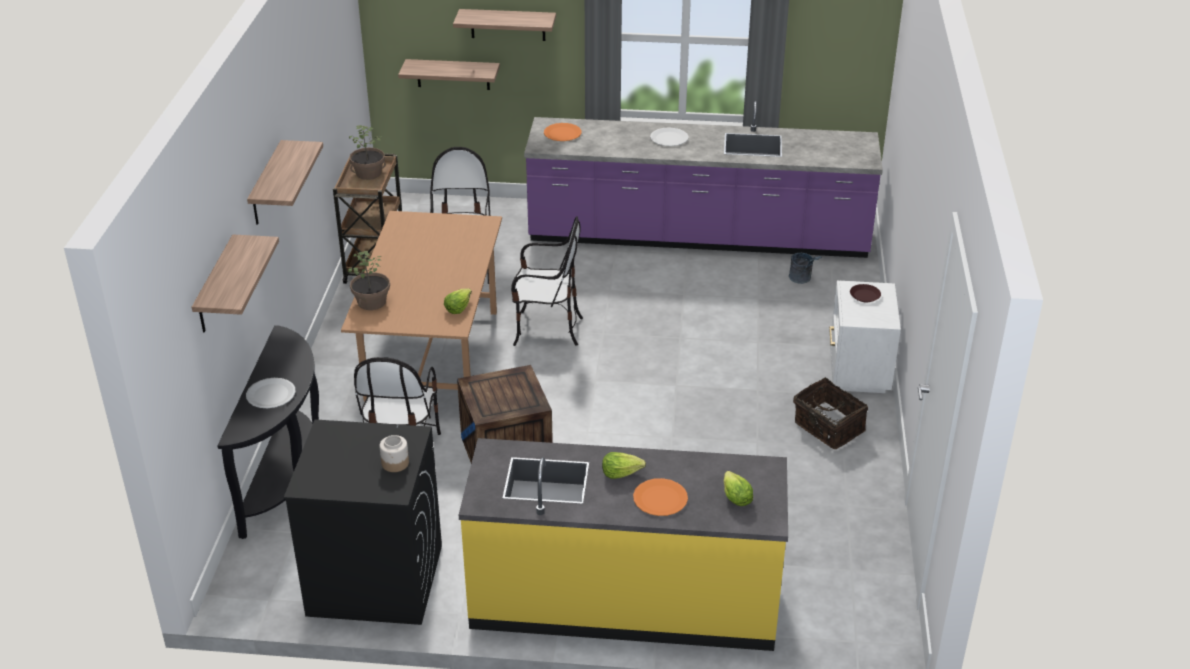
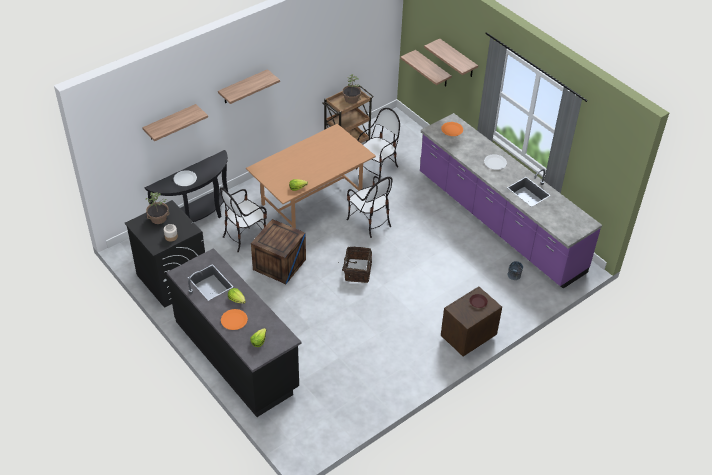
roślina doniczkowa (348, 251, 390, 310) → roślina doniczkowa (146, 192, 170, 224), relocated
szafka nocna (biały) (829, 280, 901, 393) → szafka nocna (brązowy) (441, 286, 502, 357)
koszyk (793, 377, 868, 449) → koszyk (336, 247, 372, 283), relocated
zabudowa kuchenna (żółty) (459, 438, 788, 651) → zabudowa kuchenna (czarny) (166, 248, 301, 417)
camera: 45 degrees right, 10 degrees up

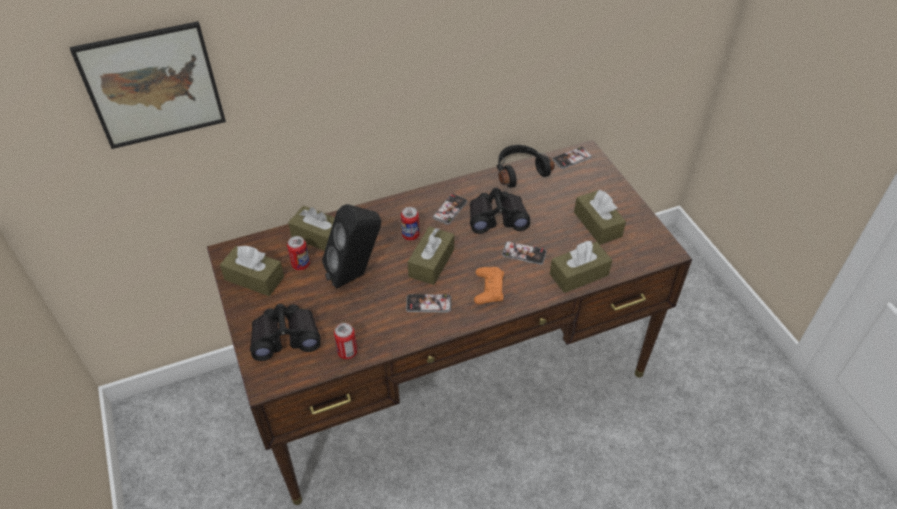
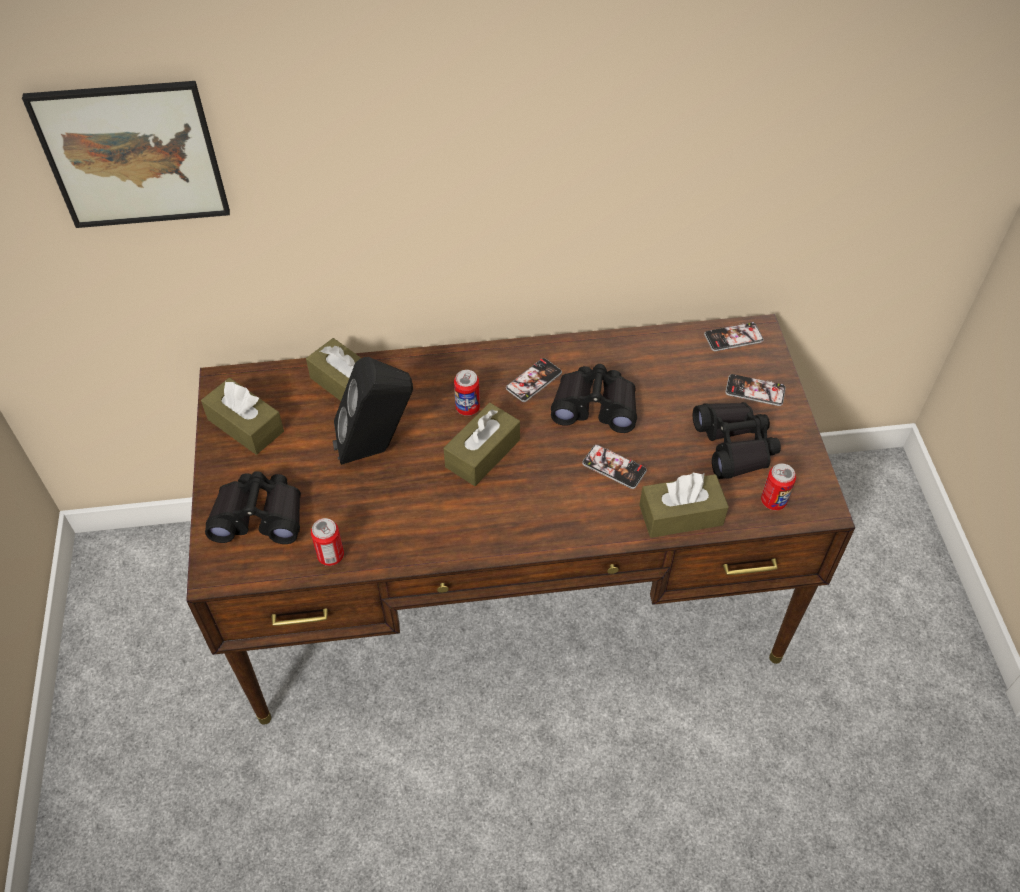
słuchawki (czarny) (496, 145, 554, 188) → -
pudełko chusteczek (brązowy) (574, 190, 626, 245) → lornetka (czarny) (693, 402, 781, 479)
puszka (287, 236, 310, 270) → puszka (761, 464, 796, 510), relocated
pad do gier (pomarańczowy) (474, 267, 504, 304) → -
telefon (406, 294, 451, 312) → telefon (725, 374, 786, 406), relocated
camera: 15 degrees right, 5 degrees up

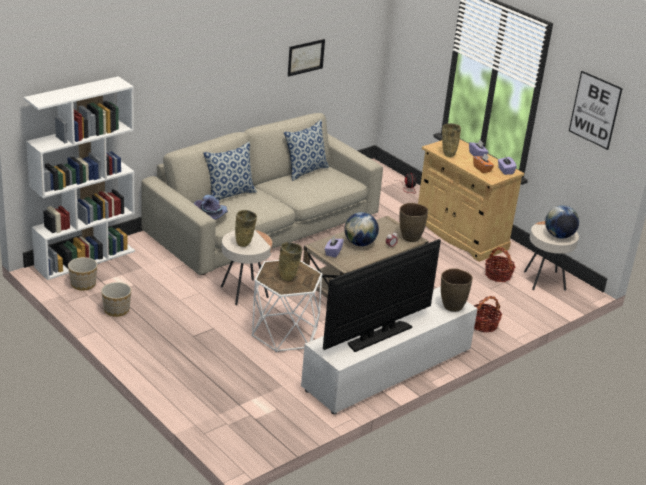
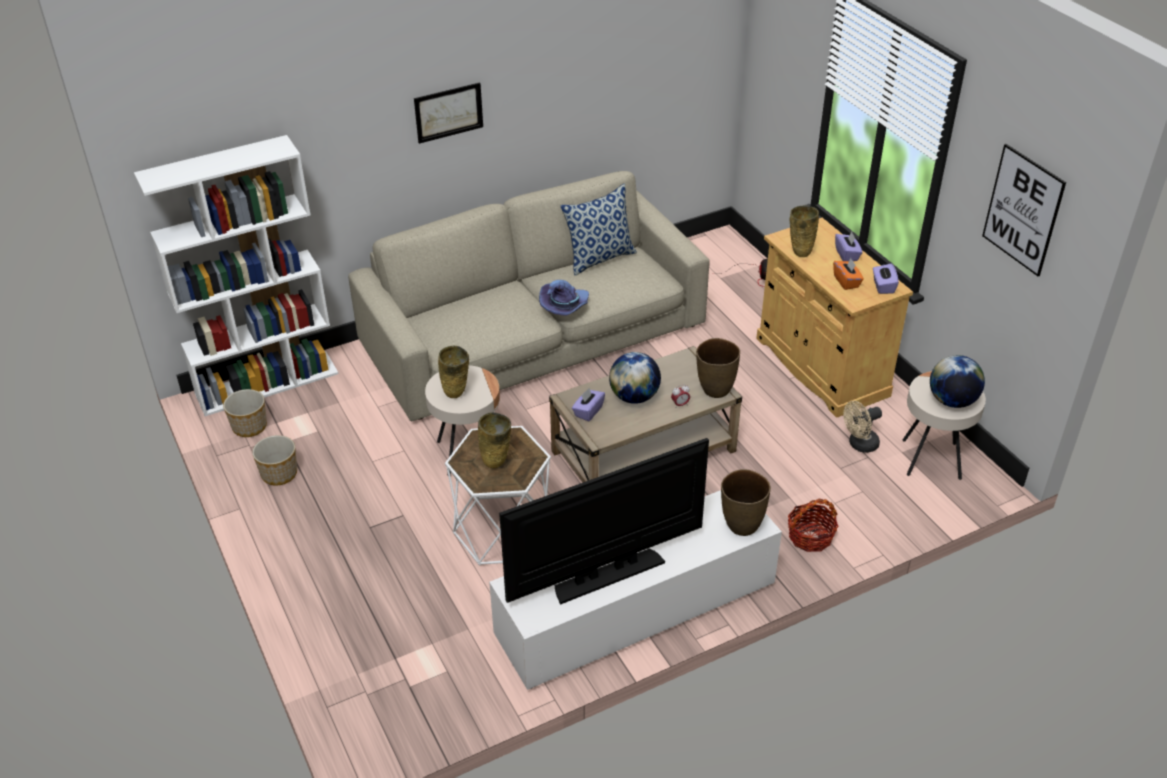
obraz (288, 39, 325, 77) → obraz (414, 82, 483, 144), relocated
poduszka (203, 142, 257, 201) → -
kapelusz (fioletowy) (194, 195, 228, 220) → kapelusz (fioletowy) (539, 280, 589, 316), relocated
koszyk (485, 247, 515, 282) → wentylator (beżowy) (843, 401, 882, 453)
camera: 15 degrees right, 10 degrees up

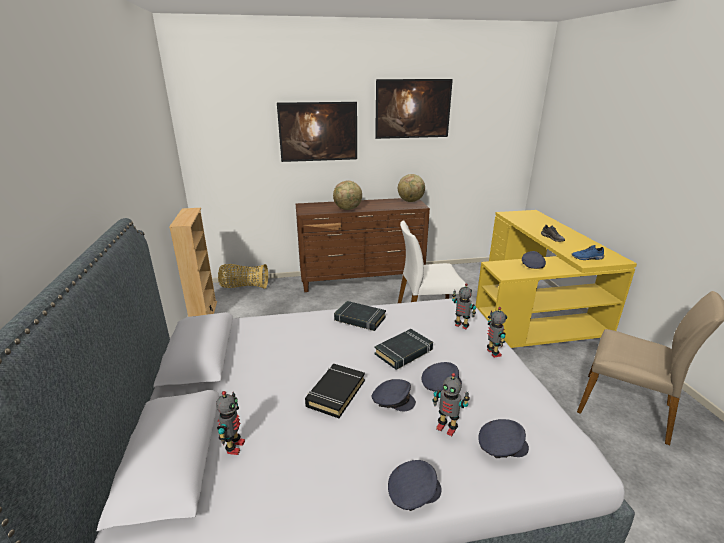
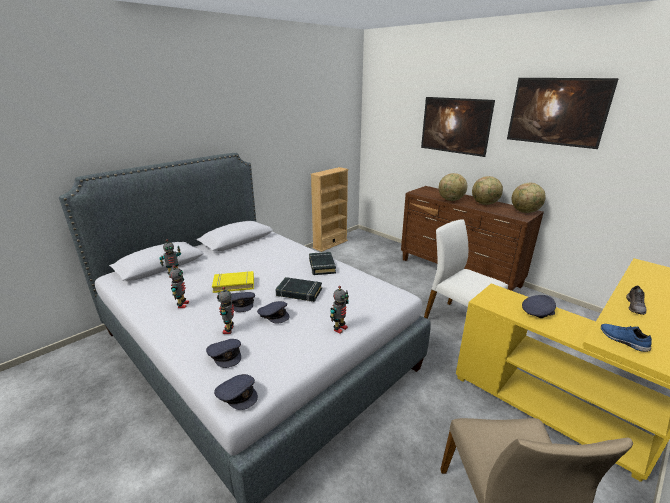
koszyk (218, 264, 268, 289) → -
robot zabawkowy (452, 283, 476, 329) → robot zabawkowy (169, 265, 189, 308), relocated
książka (czarny) (305, 364, 365, 418) → książka (żółty) (212, 271, 254, 293)
czapka z daszkiem (szary) (388, 460, 441, 511) → czapka z daszkiem (szary) (214, 374, 258, 410), relocated
- → globus (472, 176, 503, 205)
camera: 55 degrees right, 0 degrees up

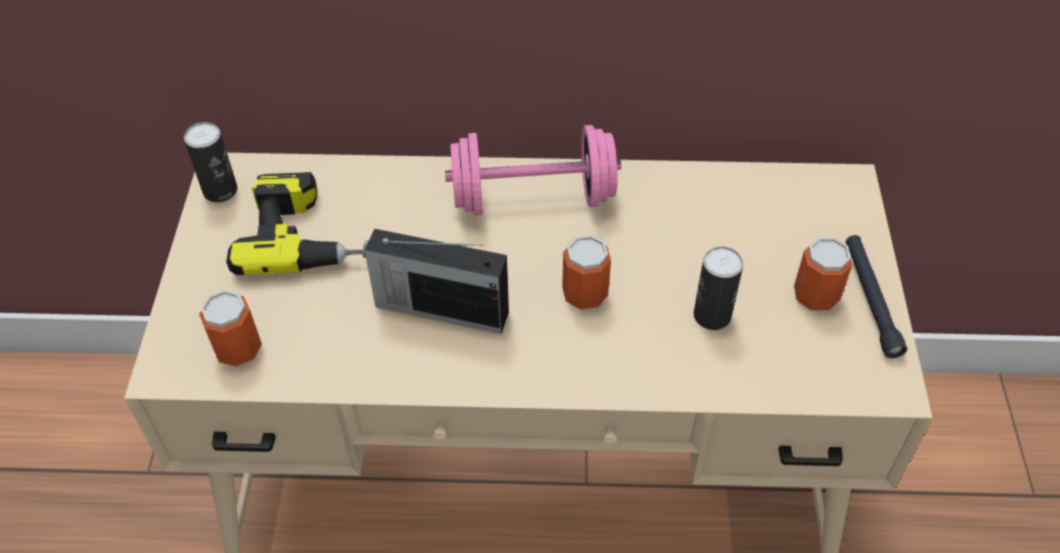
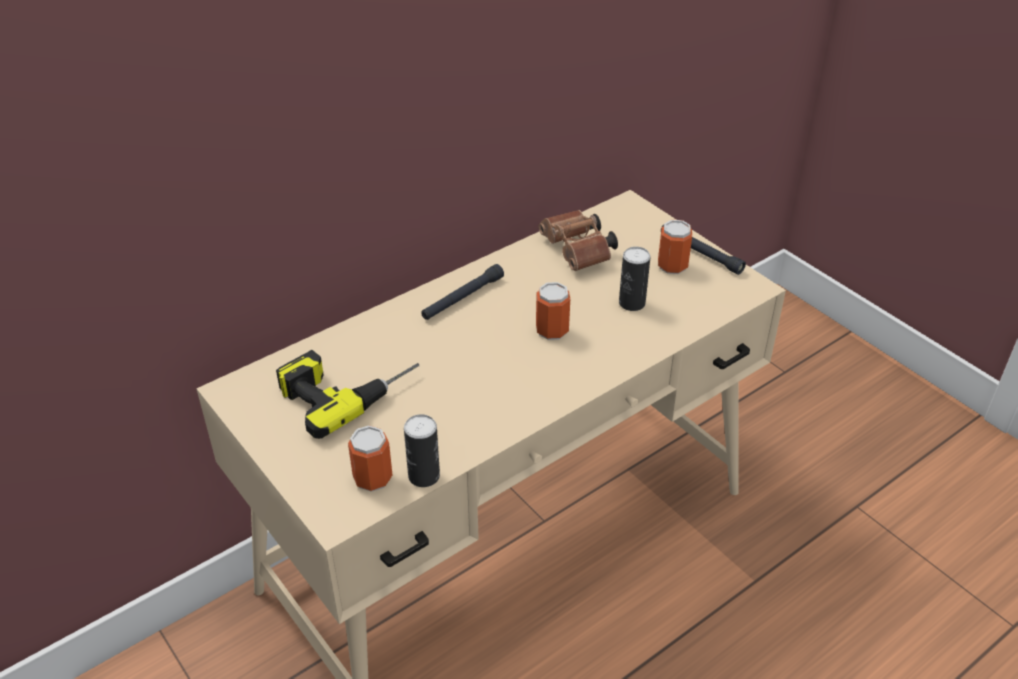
puszka (184, 122, 237, 202) → puszka (404, 414, 440, 487), relocated
hantel (różowy) (445, 125, 621, 215) → latarka (czarny) (421, 264, 504, 320)
radio (362, 229, 509, 334) → -
- → lornetka (brązowy) (539, 210, 618, 271)
camera: 40 degrees left, 10 degrees down

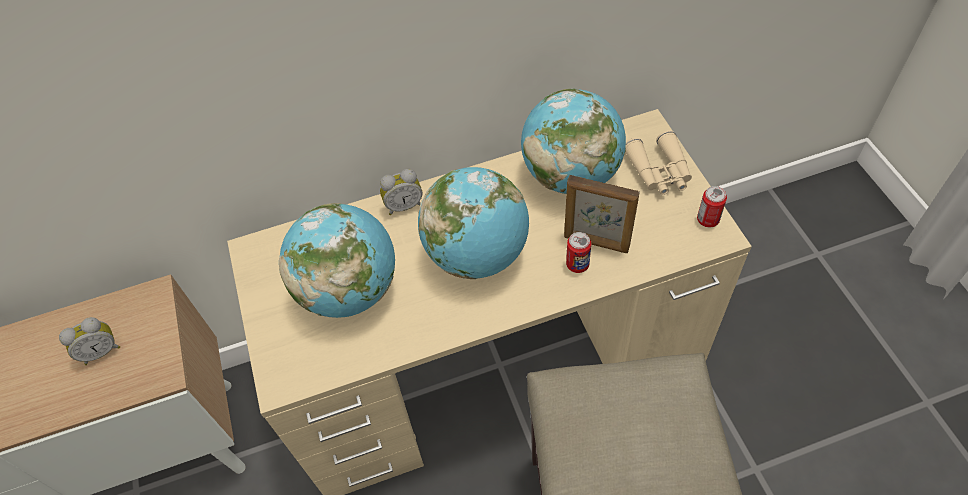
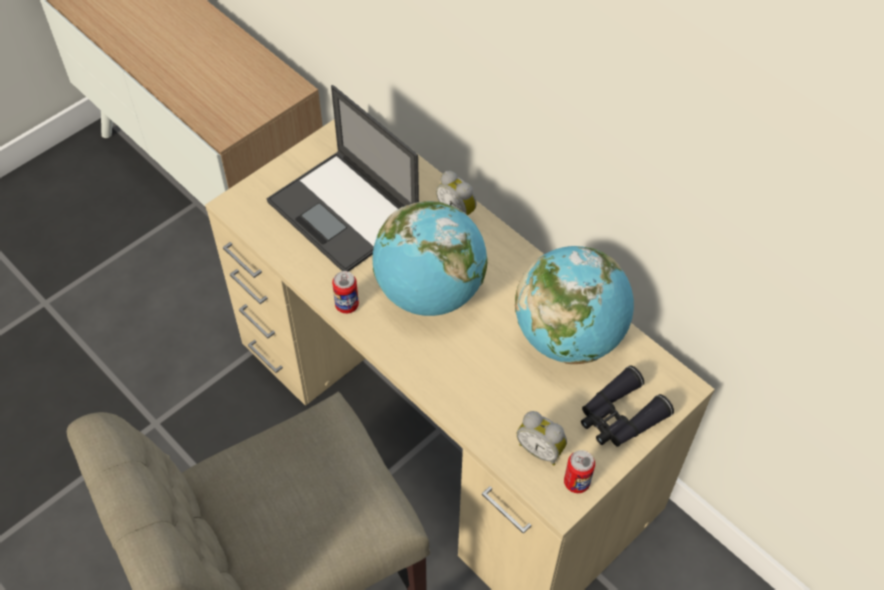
lornetka (beżowy) (625, 130, 692, 195) → lornetka (czarny) (581, 365, 674, 447)
ramka na zdjęcie (564, 175, 640, 253) → -
globus (279, 203, 395, 318) → laptop (267, 85, 419, 272)
puszka (566, 232, 591, 273) → puszka (332, 271, 359, 314), relocated
budzik (59, 317, 120, 365) → budzik (517, 411, 567, 466), relocated
camera: 60 degrees right, 0 degrees up

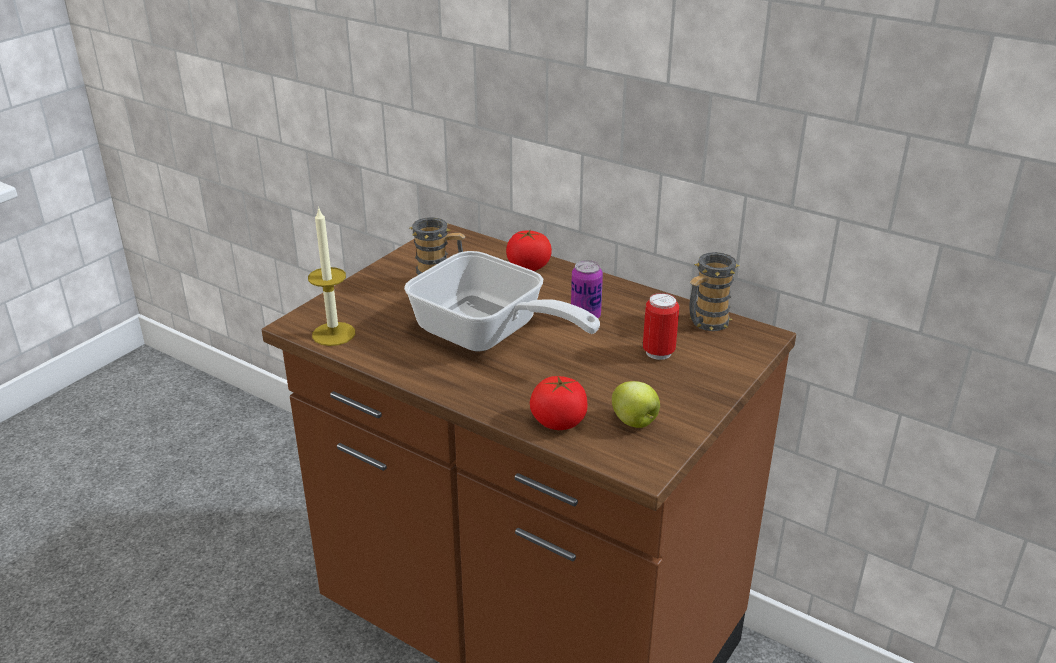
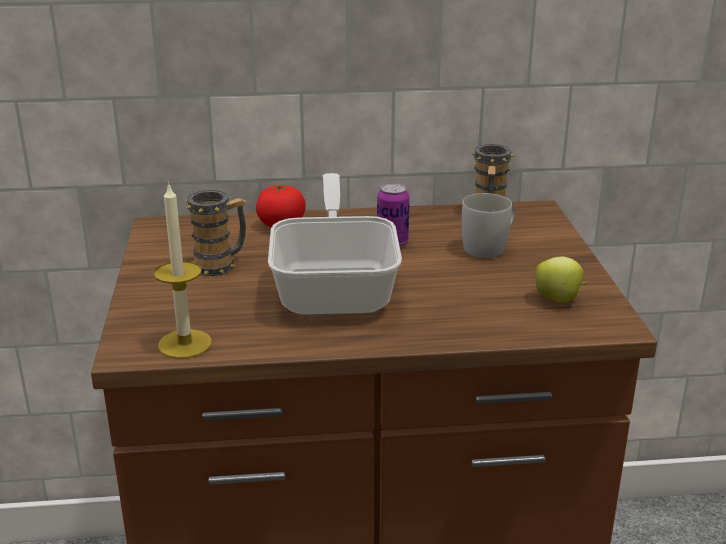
patelnia (404, 251, 600, 351) → patelnia (268, 173, 402, 315), 90 degrees counterclockwise
puszka (643, 293, 679, 360) → kubek (biały) (462, 193, 515, 258)
pomidor (530, 376, 587, 430) → -
camera: 40 degrees left, 5 degrees down

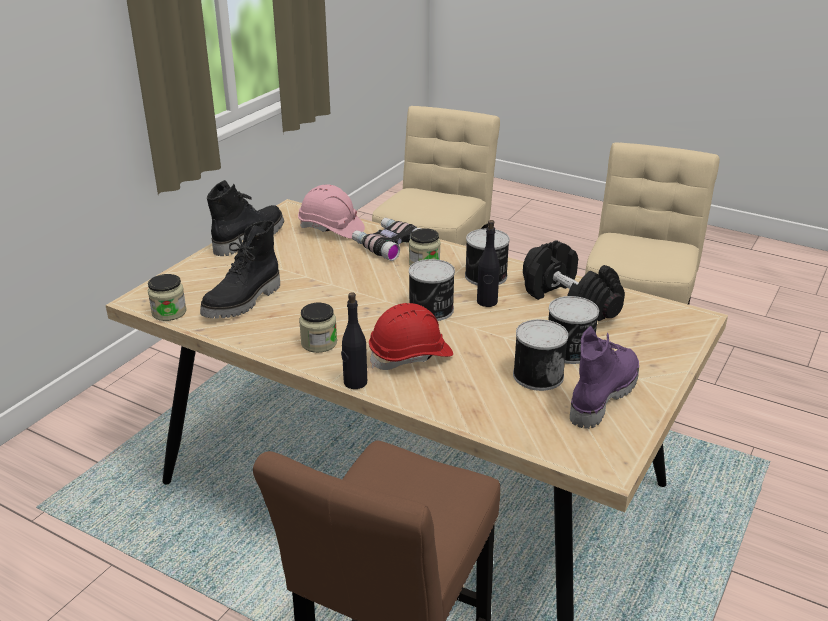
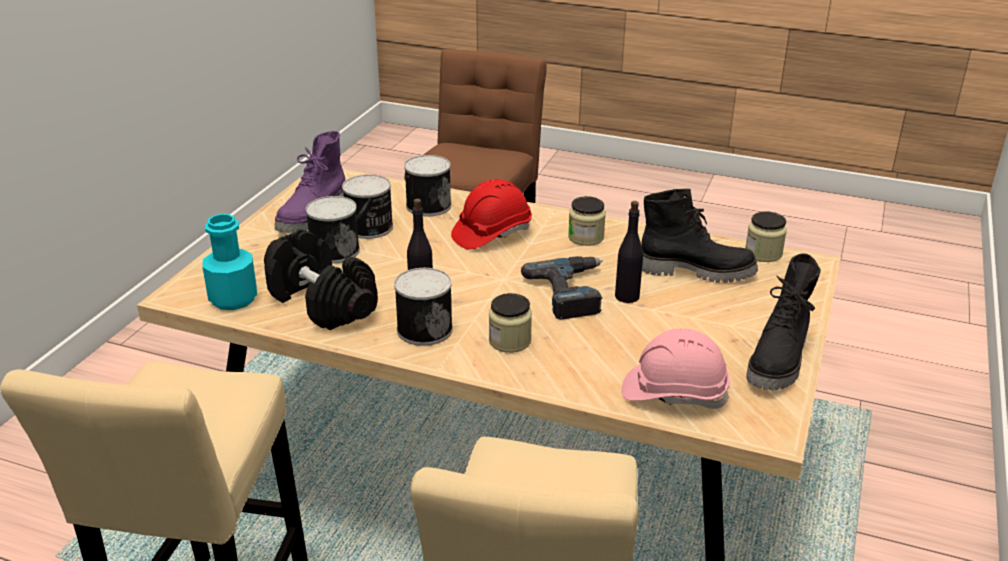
lornetka (352, 218, 421, 261) → -
but z cholewką (czarny) (200, 221, 280, 319) → but z cholewką (czarny) (642, 189, 758, 283), 75 degrees clockwise
puszka (409, 259, 455, 321) → puszka (404, 155, 451, 216), relocated
butelka (czarny) (341, 292, 367, 389) → butelka (czarny) (615, 201, 643, 303), relocated
- → butelka (turkusowy) (202, 214, 257, 310)
- → wiertarka (521, 256, 603, 320)
camera: 170 degrees right, 0 degrees up

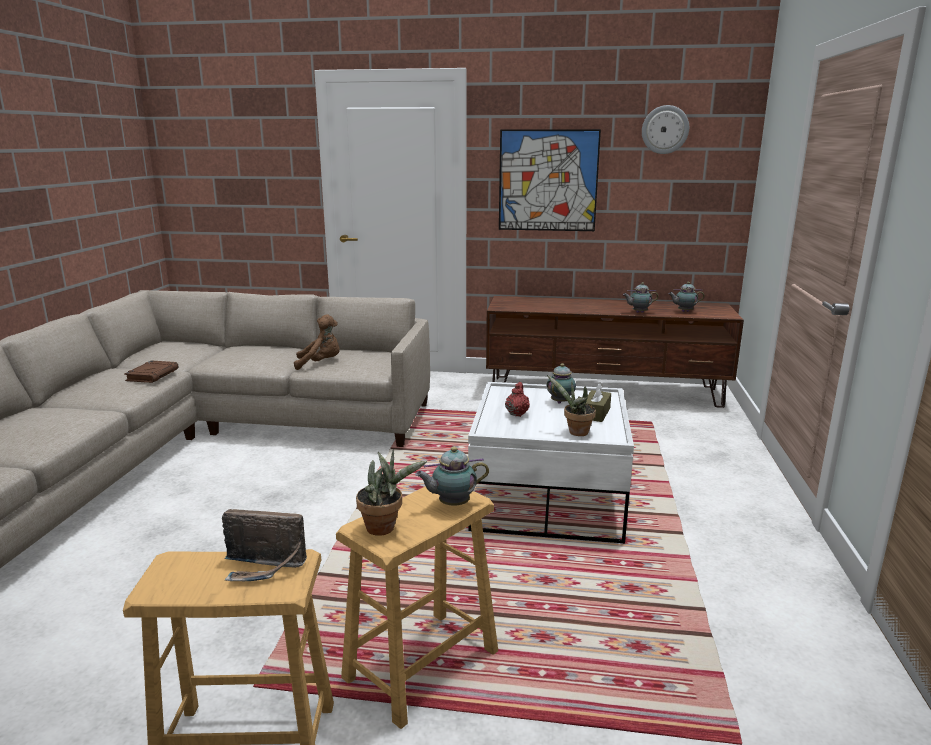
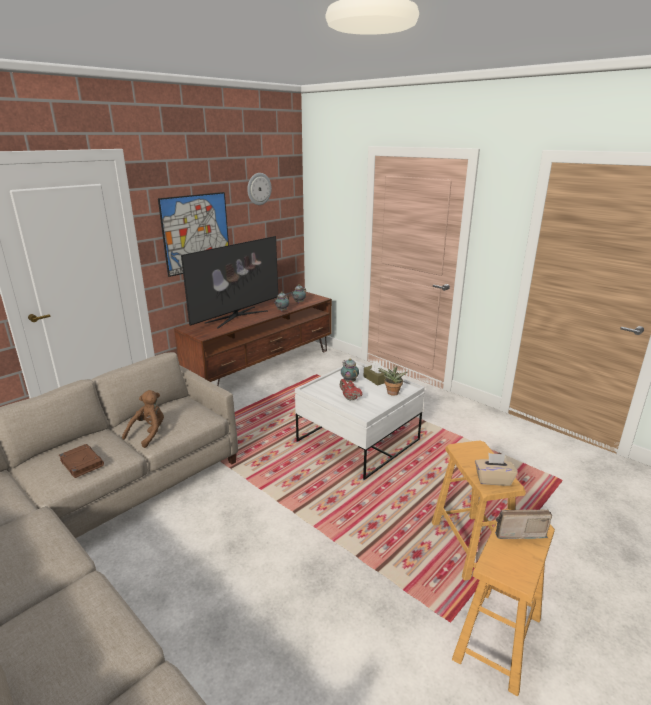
książka (brązowy) (124, 360, 178, 383) → książka (brązowy) (59, 444, 104, 478), relocated
imbryk (415, 447, 489, 506) → -
roślina doniczkowa (356, 449, 427, 536) → pudełko chusteczek (beżowy) (475, 453, 518, 486)
radio (222, 509, 307, 581) → radio (495, 509, 552, 539), 135 degrees counterclockwise
- → telewizor (181, 236, 278, 328)
camera: 55 degrees left, 5 degrees up

